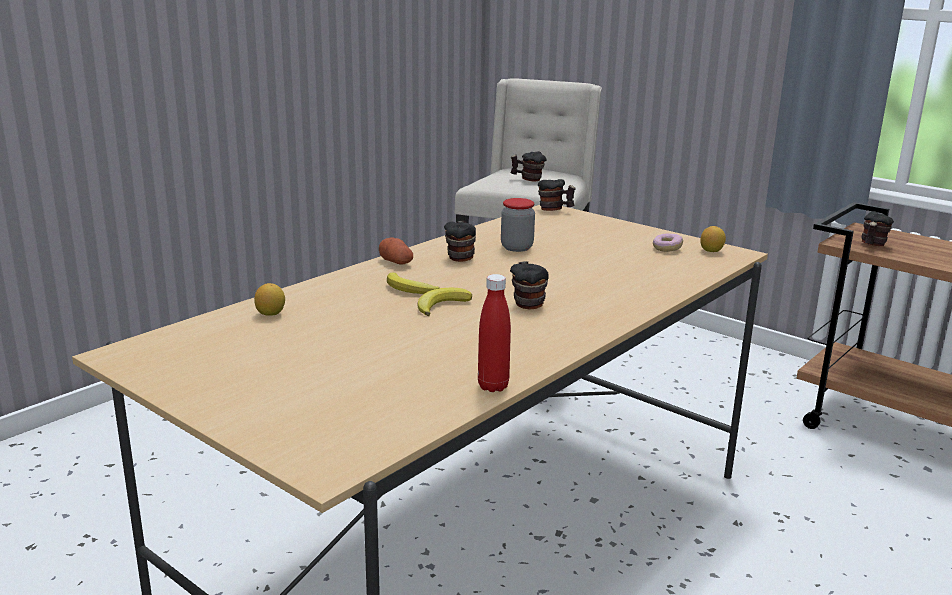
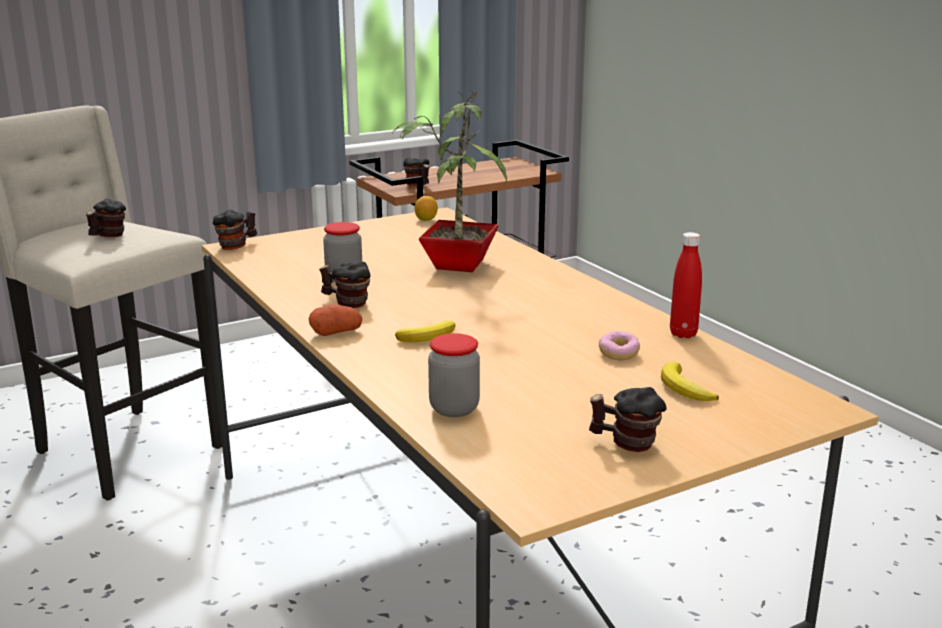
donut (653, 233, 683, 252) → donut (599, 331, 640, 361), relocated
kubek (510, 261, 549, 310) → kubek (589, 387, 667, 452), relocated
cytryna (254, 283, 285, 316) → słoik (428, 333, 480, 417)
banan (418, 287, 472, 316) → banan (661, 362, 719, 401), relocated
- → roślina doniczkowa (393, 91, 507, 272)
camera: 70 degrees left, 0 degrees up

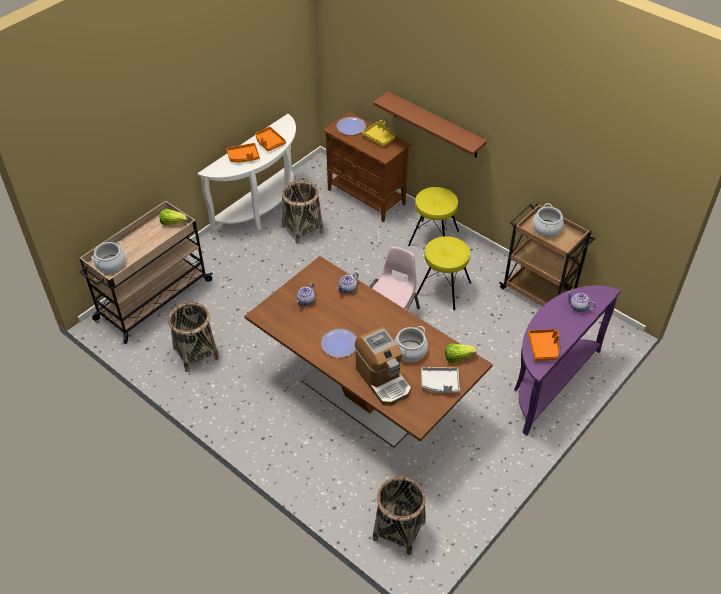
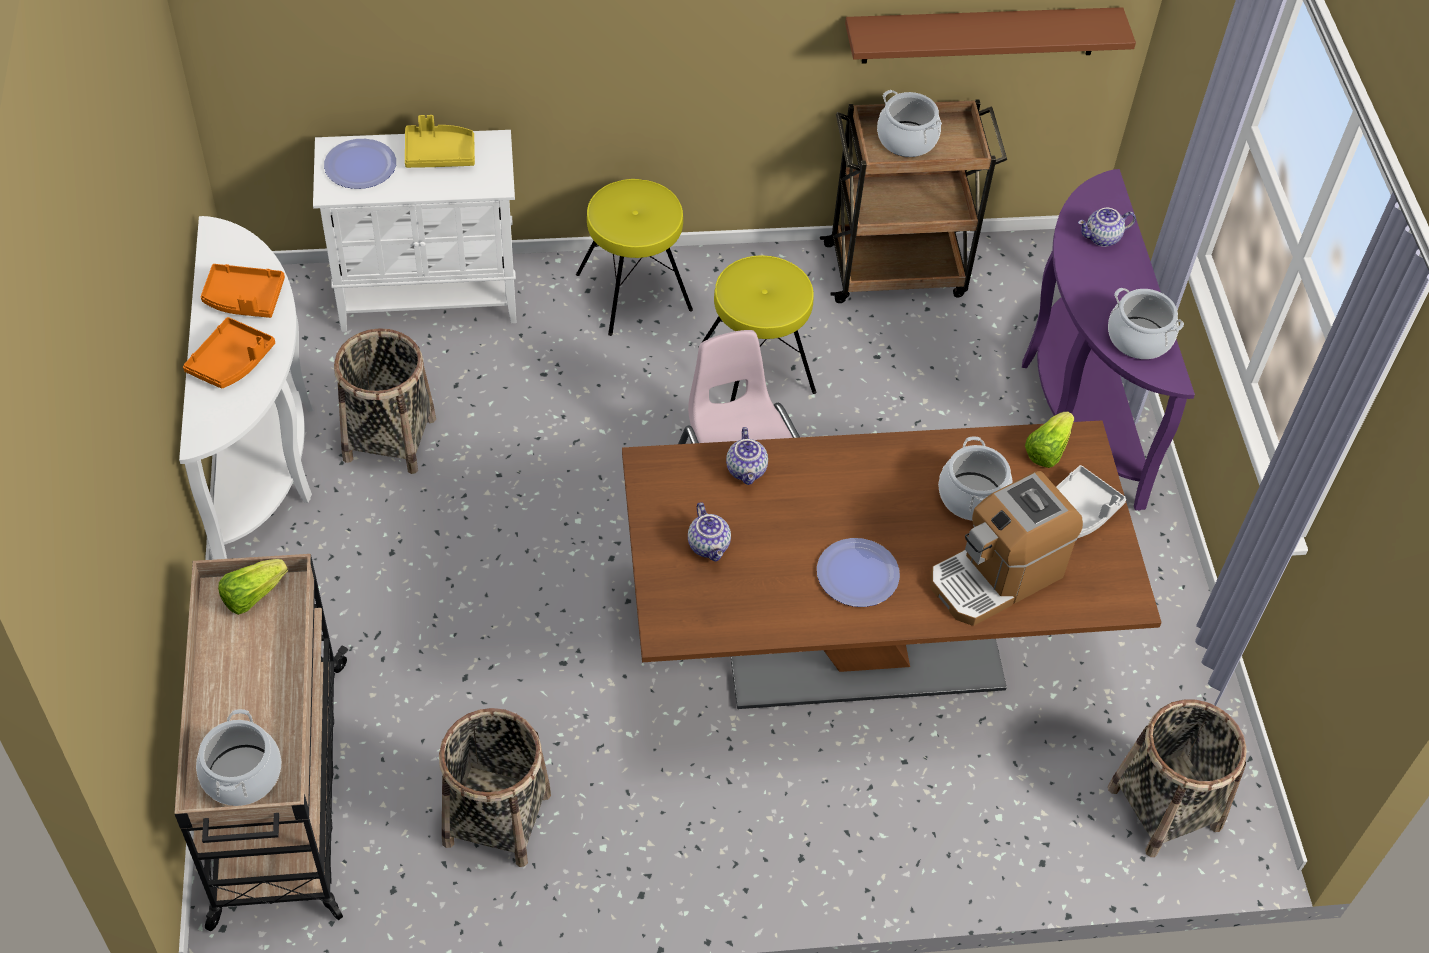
półka (brązowy) (373, 92, 487, 158) → półka (brązowy) (845, 7, 1136, 64), relocated
szafka (brązowy) (323, 112, 412, 222) → szafka (biały) (313, 130, 517, 332)
ekspres do kawy (355, 327, 411, 406) → ekspres do kawy (931, 471, 1083, 626), 135 degrees clockwise
taca (pomarańczowy) (528, 329, 560, 361) → garnek (1108, 288, 1184, 359)
camera: 50 degrees left, 5 degrees up

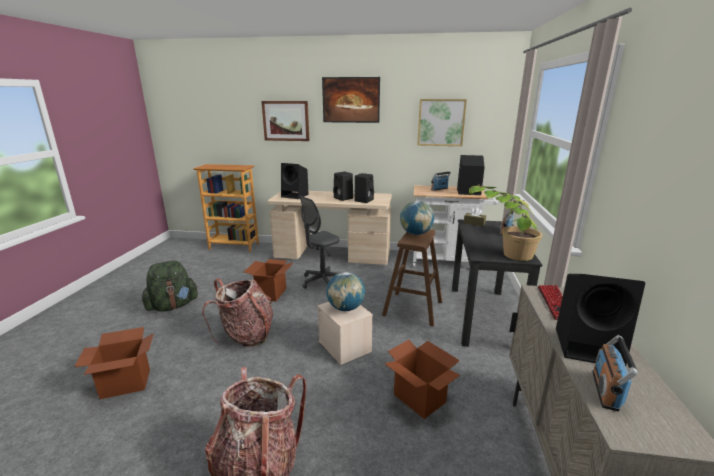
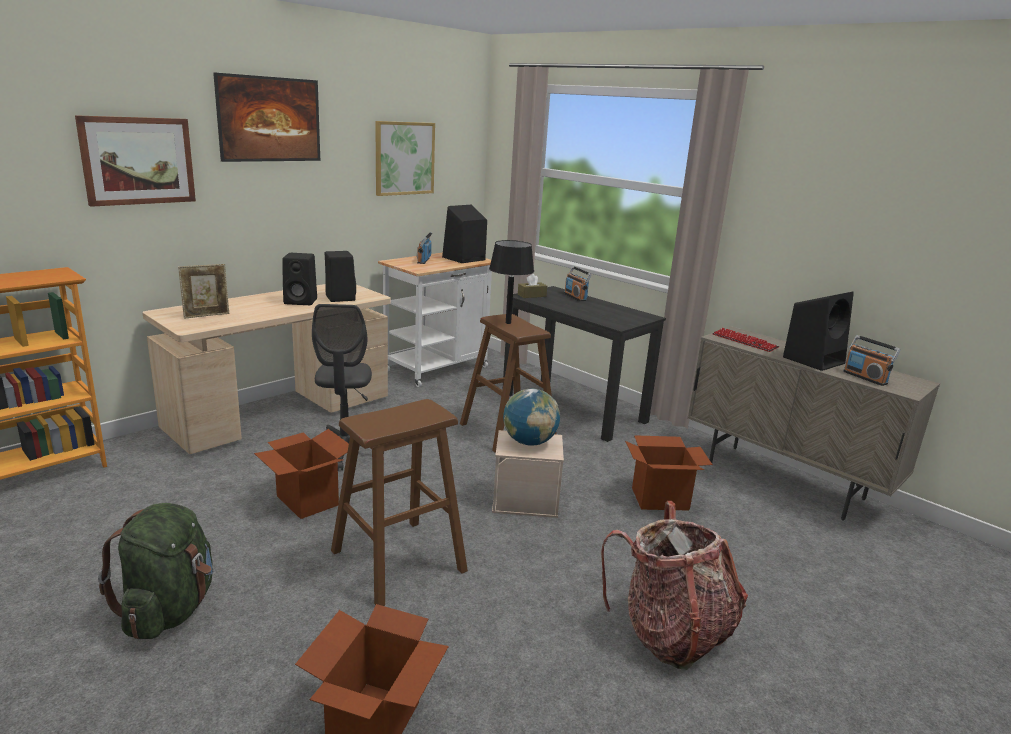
głośnik (czarny) (281, 163, 309, 199) → ramka na zdjęcie (178, 264, 229, 319)
roślina doniczkowa (469, 185, 542, 261) → -
globus (400, 201, 434, 235) → lampa stołowa (czarny) (489, 240, 534, 324)
plecak (202, 279, 273, 347) → stołek (brązowy) (331, 399, 468, 606)
camera: 55 degrees left, 0 degrees up

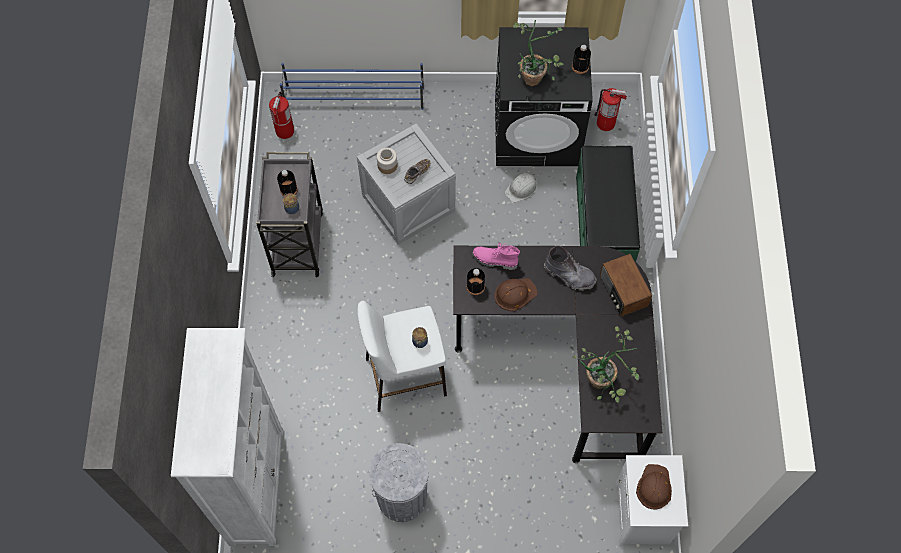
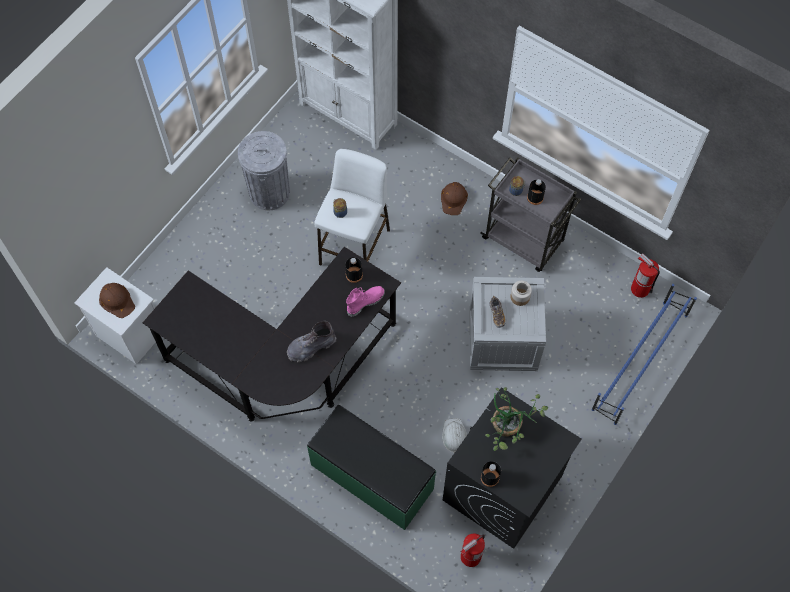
radio (600, 254, 652, 316) → -
kask (brązowy) (494, 278, 538, 311) → kask (brązowy) (441, 182, 468, 215), relocated
roślina doniczkowa (572, 326, 639, 403) → -
camera: 125 degrees right, 0 degrees up

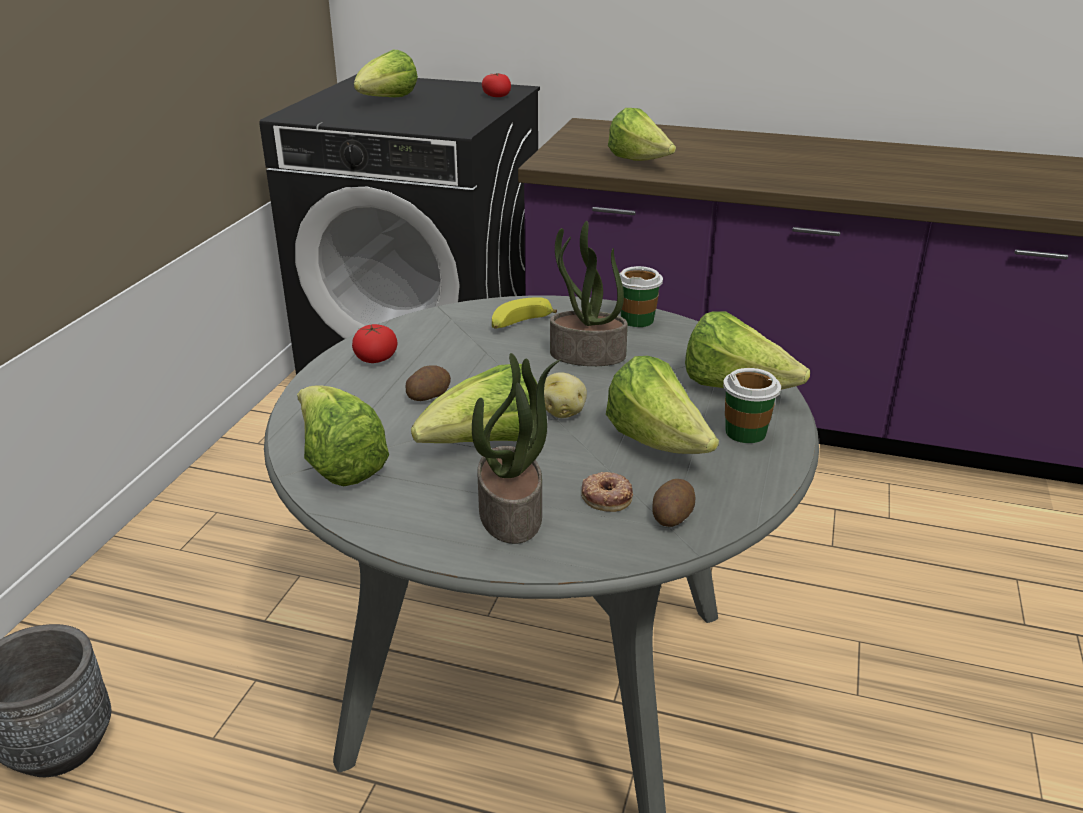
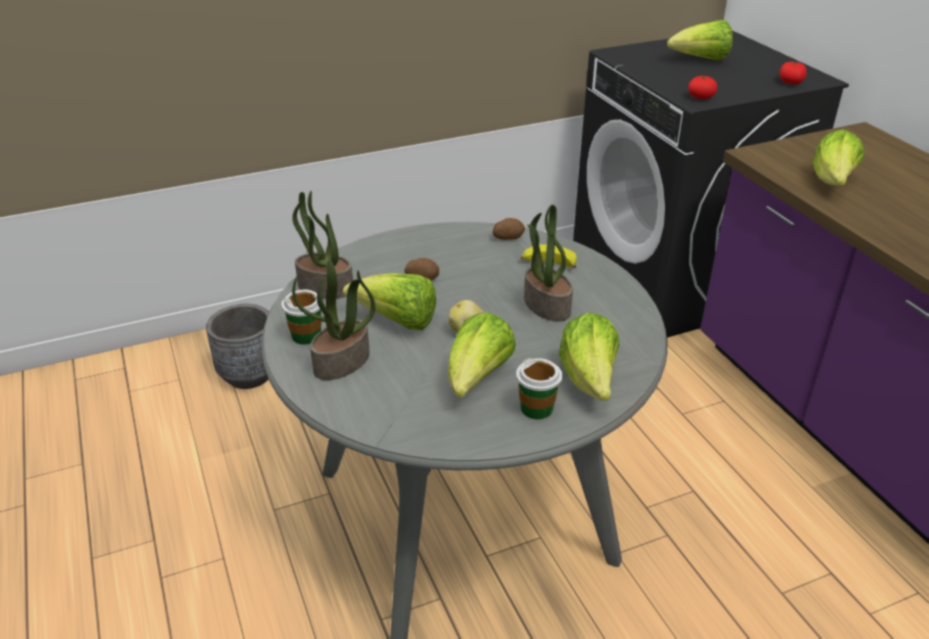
filiżanka (619, 266, 663, 327) → filiżanka (281, 290, 321, 345), relocated
pomidor (352, 324, 397, 363) → pomidor (688, 76, 717, 99), relocated
sałata (297, 385, 389, 486) → roślina doniczkowa (292, 191, 353, 299)
donut (581, 472, 633, 512) → -
ziemniak (653, 479, 696, 527) → ziemniak (493, 218, 525, 240), relocated
camera: 50 degrees right, 5 degrees up

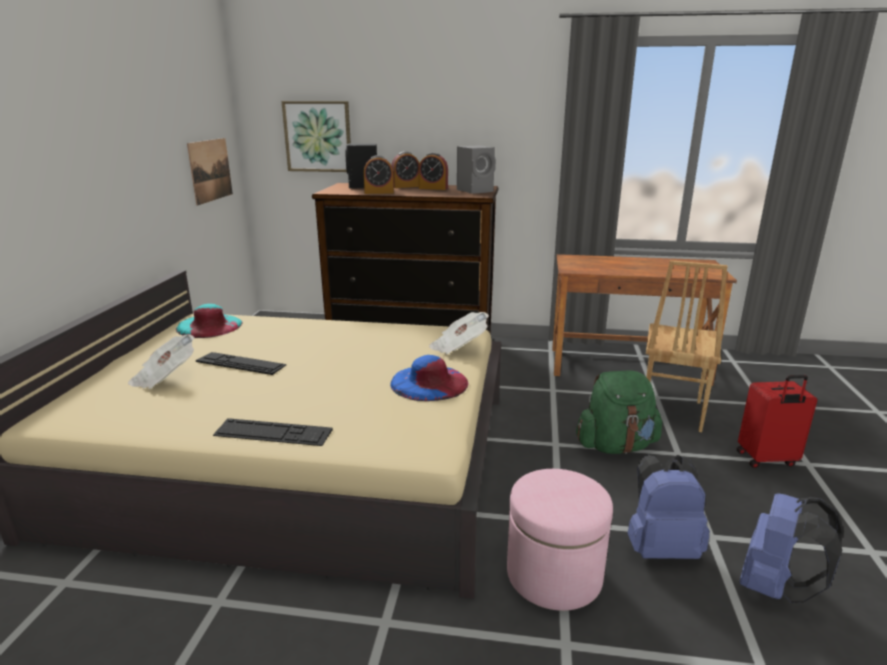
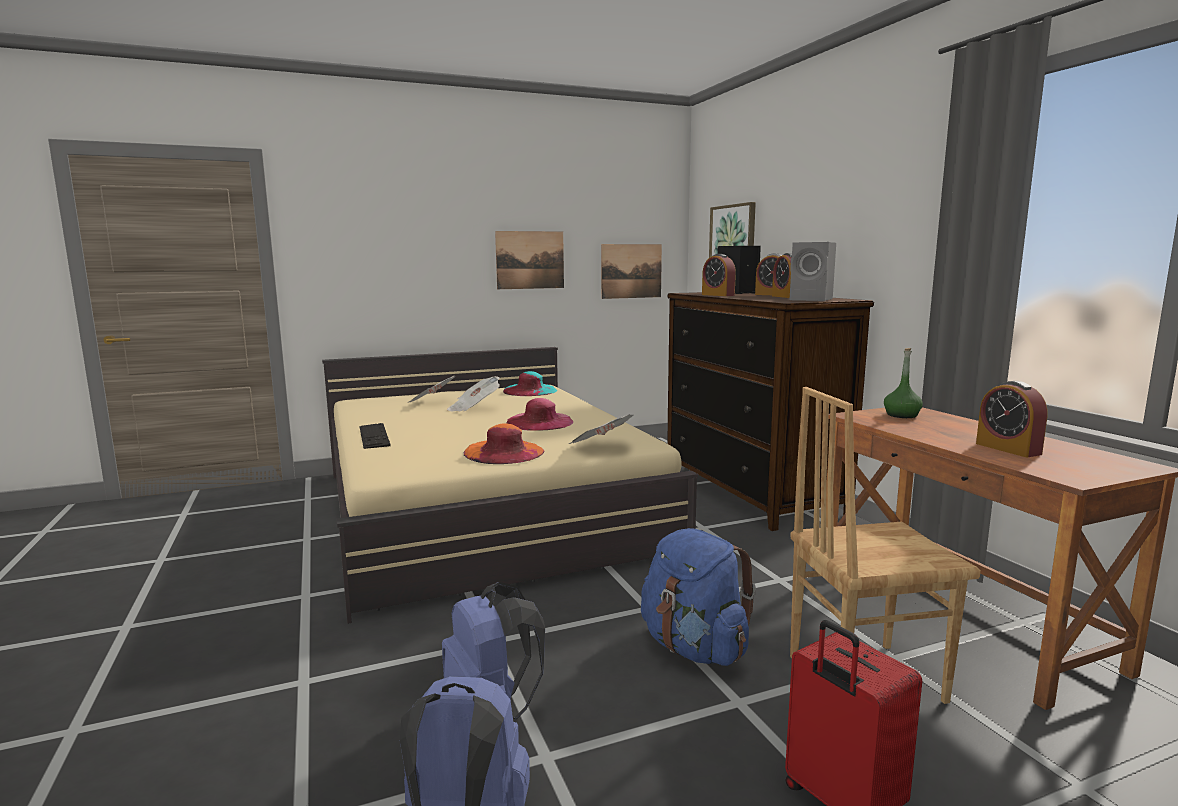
klawiatura (196, 352, 287, 375) → gazeta (447, 376, 500, 412)
kapelusz (niebieski) (390, 355, 469, 401) → kapelusz (pomarańczowy) (464, 423, 544, 464)
plecak (zielony) (576, 370, 662, 454) → plecak (niebieski) (641, 528, 756, 666)
pufa (różowy) (507, 469, 613, 611) → -
- → obraz (495, 231, 564, 289)
- → butelka (zielony) (884, 348, 923, 418)
- → budzik (976, 381, 1047, 457)
- → kapelusz (różowy) (506, 398, 573, 431)
camera: 60 degrees right, 10 degrees down

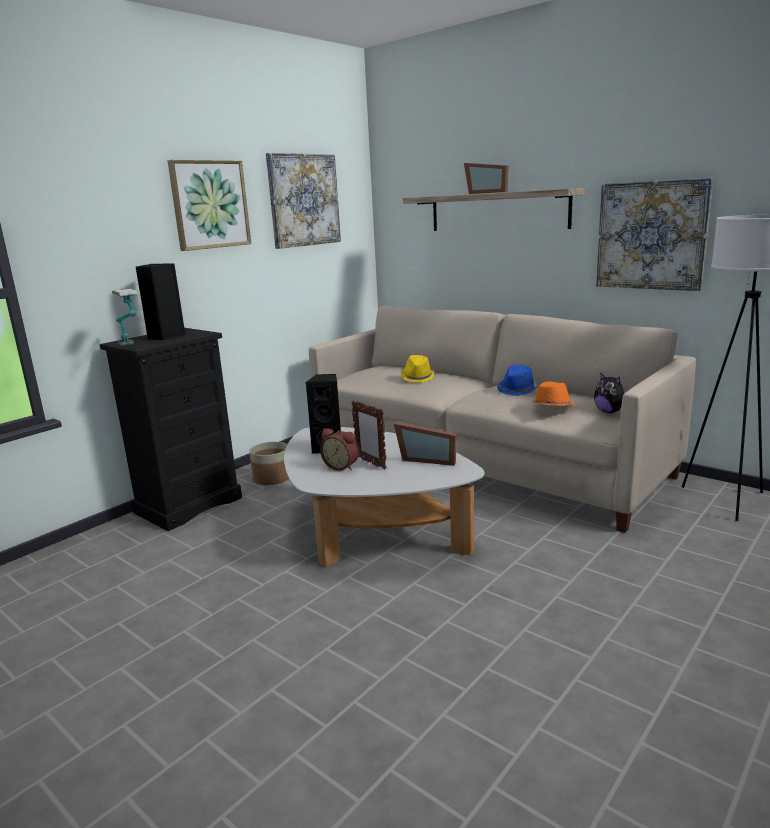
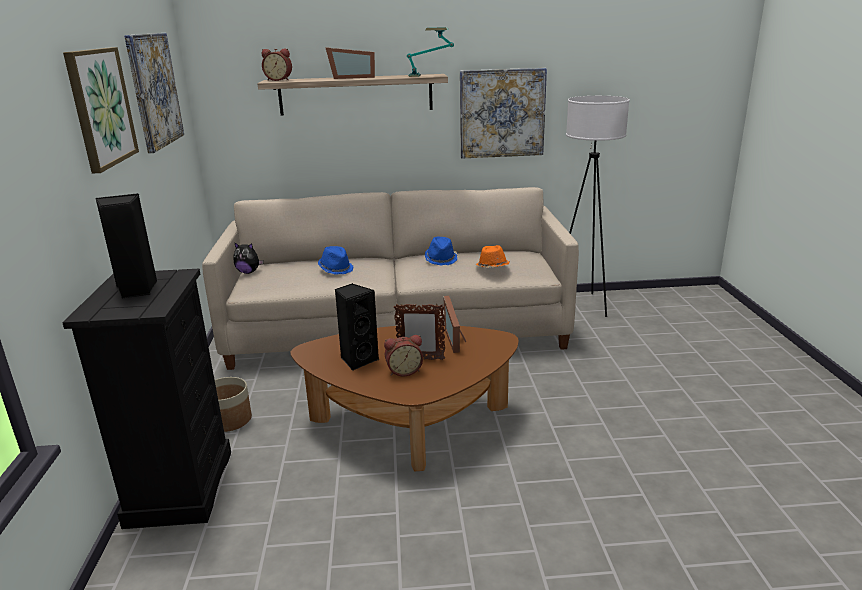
lampa stołowa (112, 289, 138, 346) → lampa stołowa (407, 27, 454, 77), relocated
kapelusz (żółty) (401, 355, 435, 383) → kapelusz (niebieski) (318, 246, 353, 275)
pluszak (594, 372, 624, 413) → pluszak (233, 242, 263, 274), relocated
ramka na zdjęcie (394, 422, 457, 466) → ramka na zdjęcie (443, 296, 466, 353), 105 degrees clockwise
ława (biały) (284, 427, 484, 567) → ława (brązowy) (290, 325, 518, 471)
- → budzik (262, 48, 292, 81)
camera: 45 degrees left, 5 degrees up

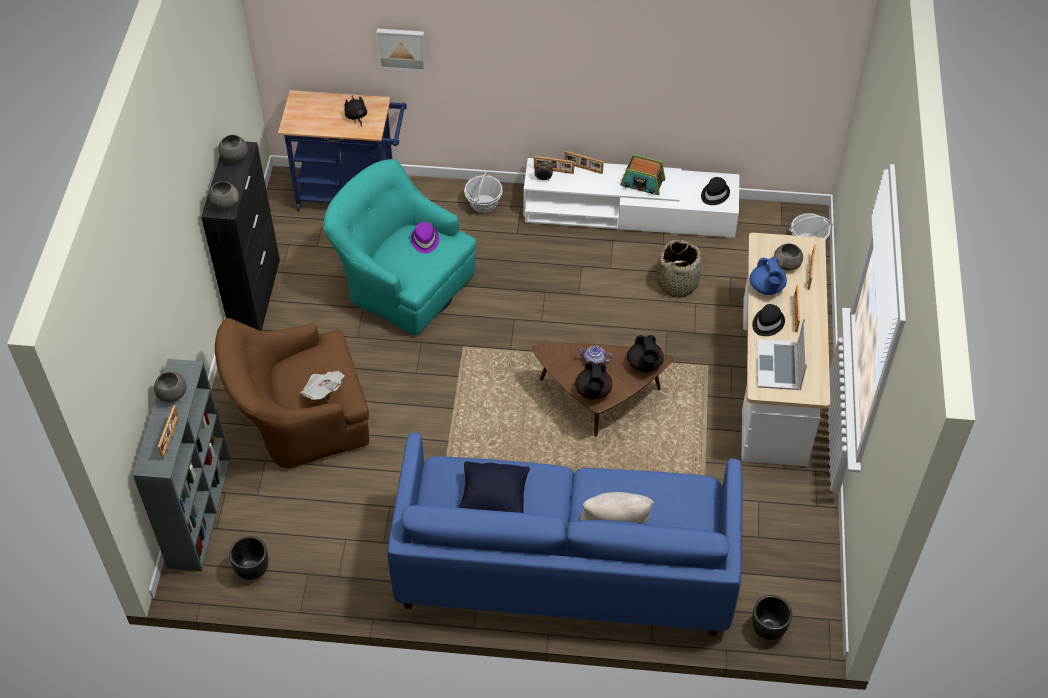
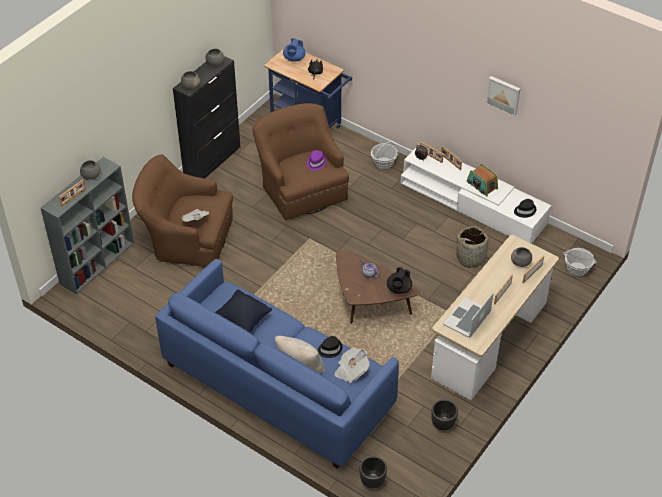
obraz (376, 29, 427, 71) → obraz (486, 76, 521, 117), relocated
fotel (turkusowy) (323, 159, 476, 335) → fotel (brązowy) (252, 103, 349, 220)
imbryk (niebieski) (750, 257, 787, 295) → imbryk (niebieski) (283, 38, 306, 62), relocated
kapelusz (czarny) (752, 304, 785, 336) → kapelusz (czarny) (317, 336, 342, 358), relocated
imbryk (czarny) (575, 361, 612, 400) → -
donica (czarny) (229, 536, 268, 580) → donica (czarny) (431, 399, 458, 431), relocated
- → gazeta (335, 347, 370, 383)
camera: 30 degrees right, 5 degrees down

